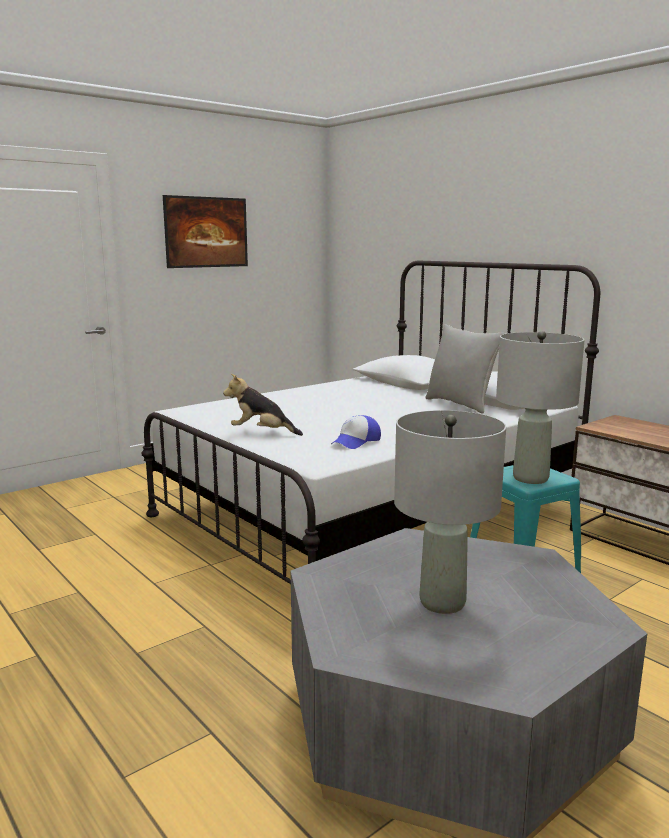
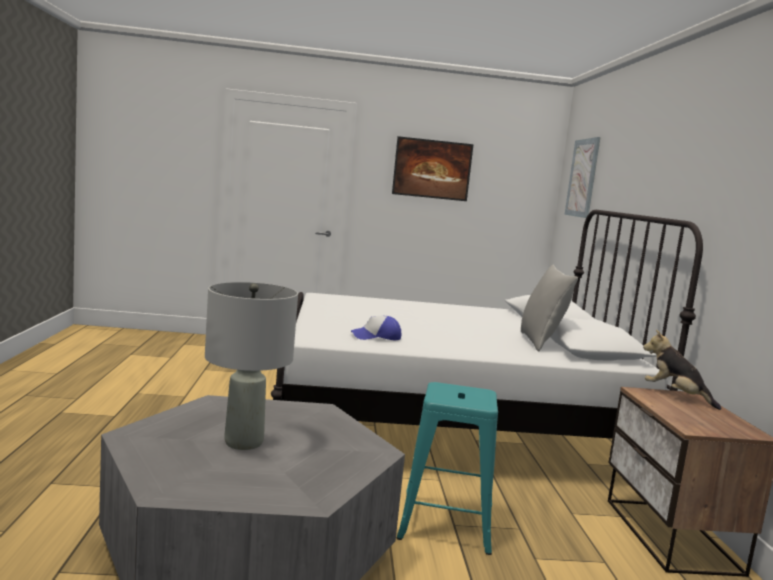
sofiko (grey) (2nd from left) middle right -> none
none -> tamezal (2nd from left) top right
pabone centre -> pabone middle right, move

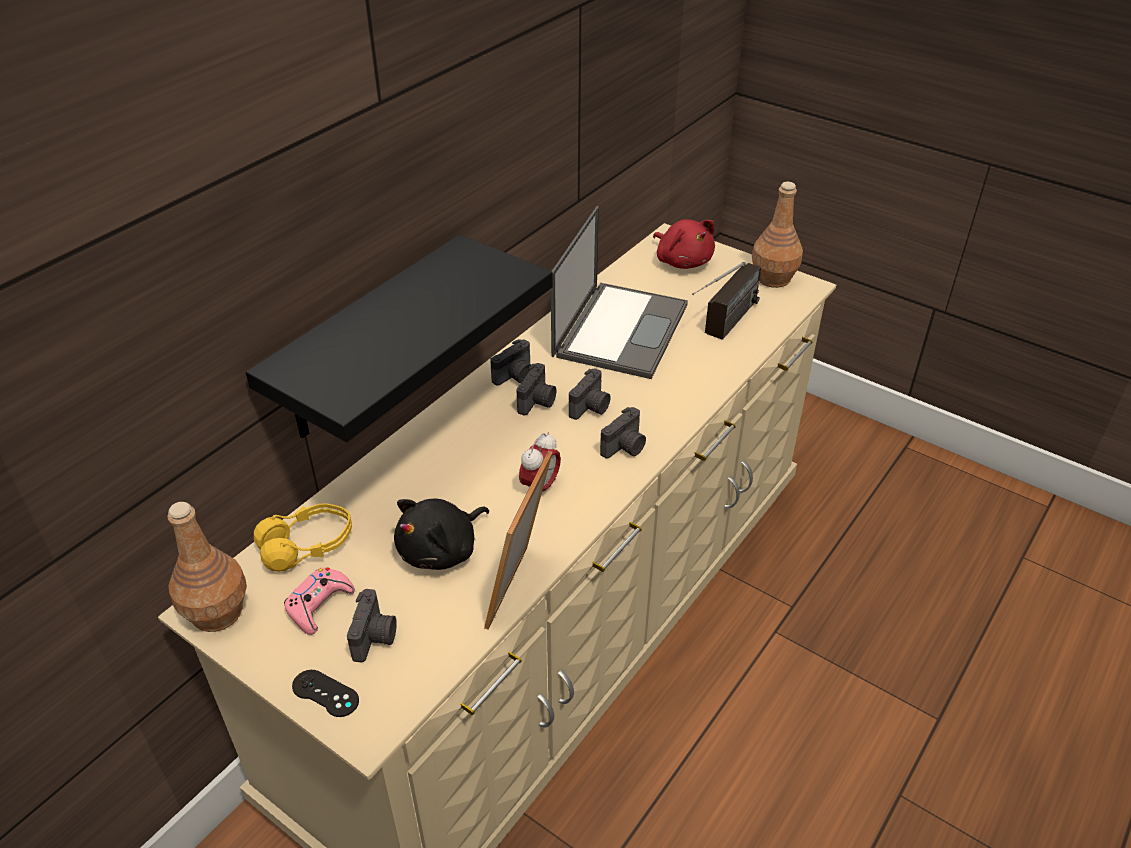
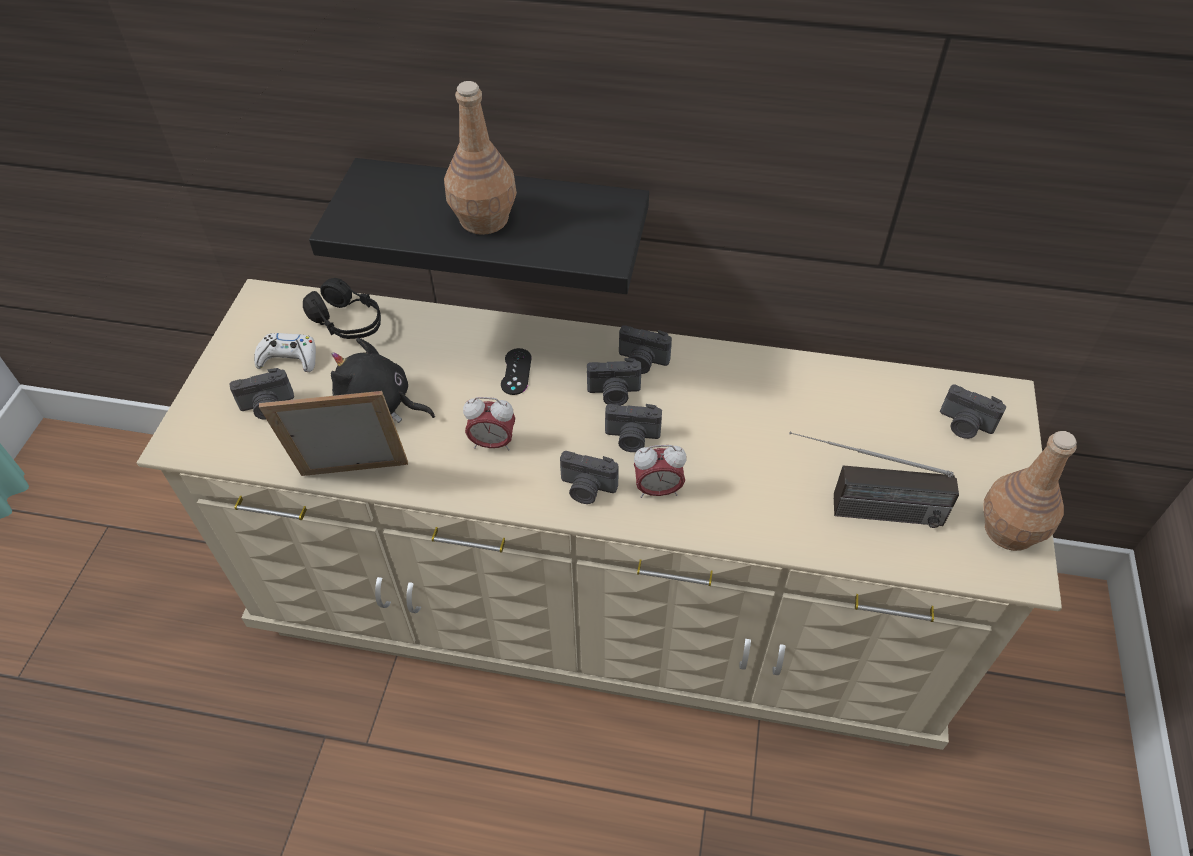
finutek centre -> none
none -> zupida (2nd from left) centre
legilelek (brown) (1st from left) bottom left -> legilelek (brown) (1st from left) top centre, move
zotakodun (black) bottom left -> zotakodun (black) centre, move
pabone (red) top centre -> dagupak (6th from left) middle right
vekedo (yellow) middle left -> vekedo (black) middle left
zotakodun (pink) bottom left -> zotakodun (white) middle left

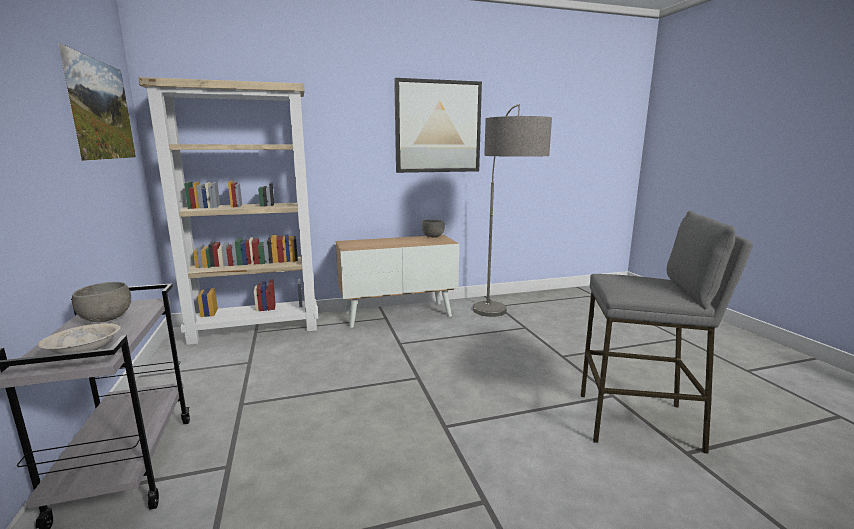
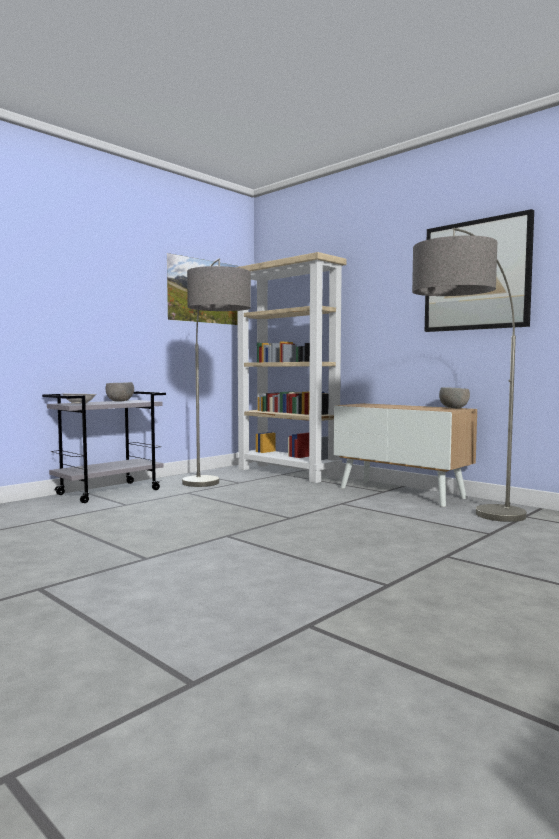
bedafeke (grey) middle right -> none
none -> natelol (1st from left) centre

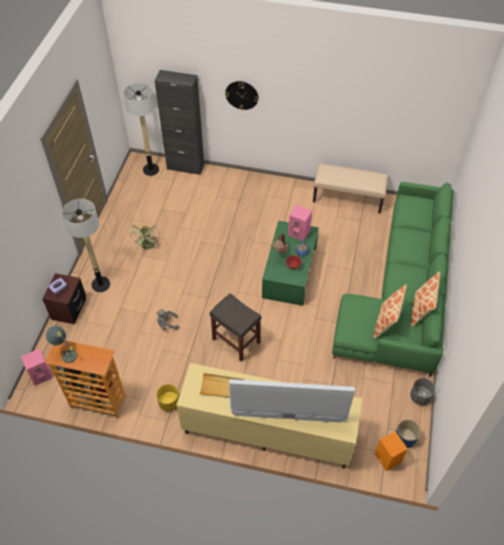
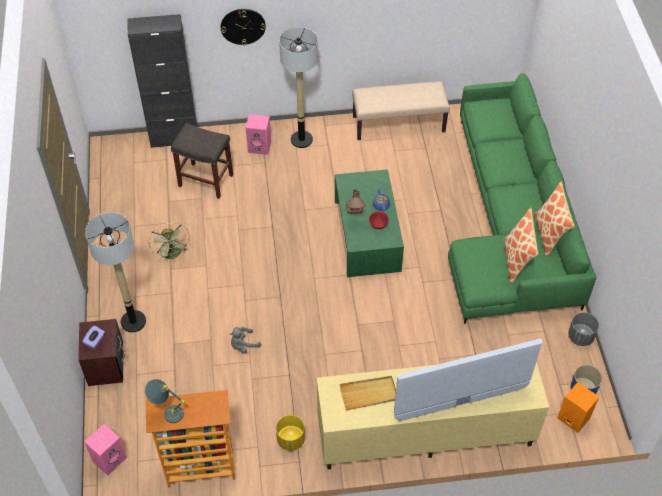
natelol (2nd from left) top left -> natelol (2nd from left) top centre, move
bedafeke (grey) centre -> bedafeke (grey) top left, move
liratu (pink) (2nd from left) centre -> liratu (pink) (2nd from left) top centre, move

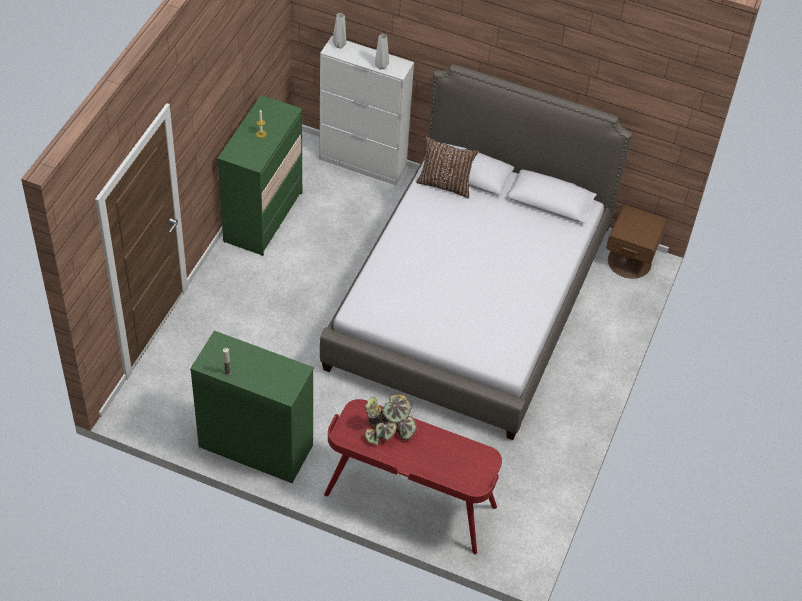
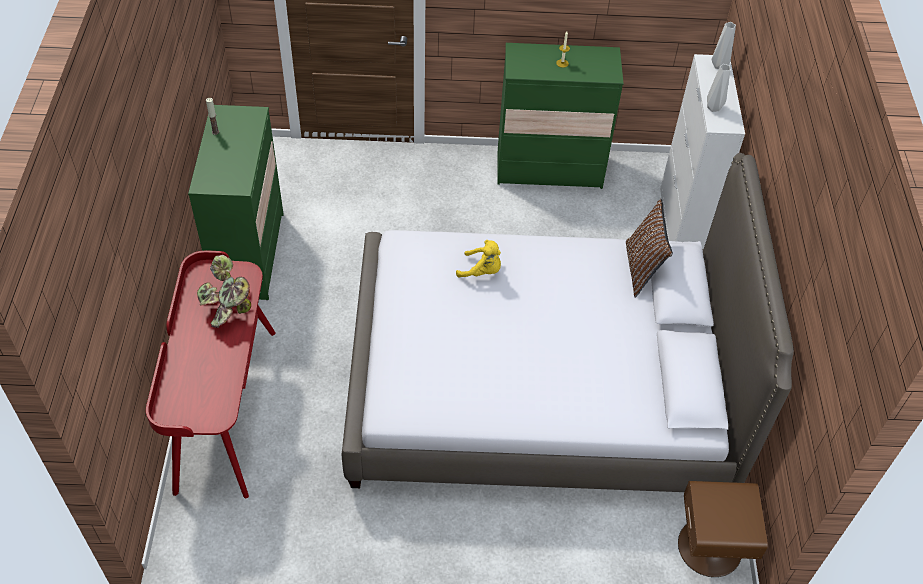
none -> pabone (yellow) centre

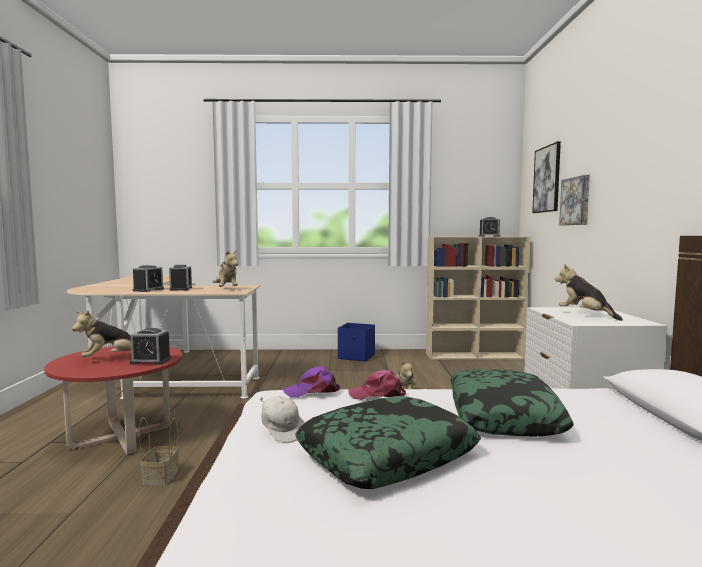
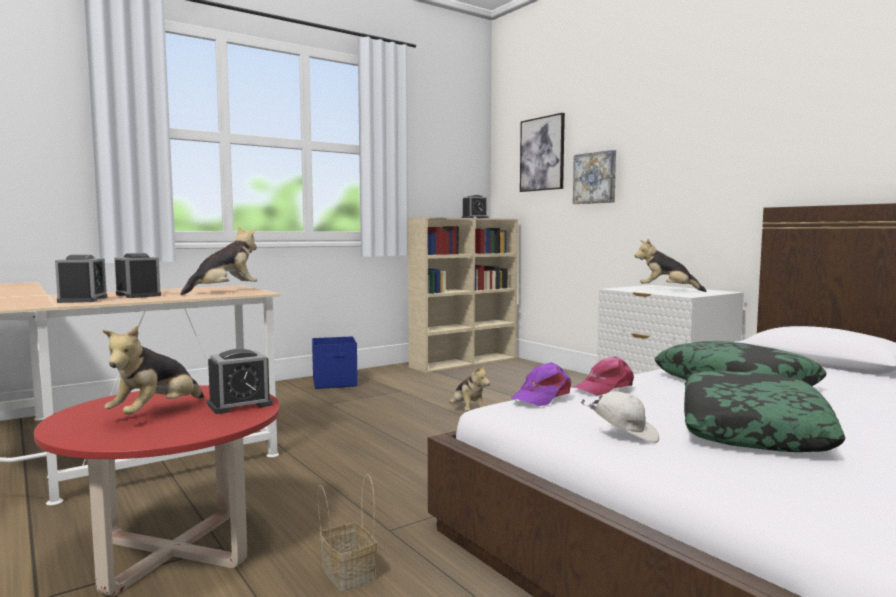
pabone (2nd from left) middle left, 75 degrees counterclockwise

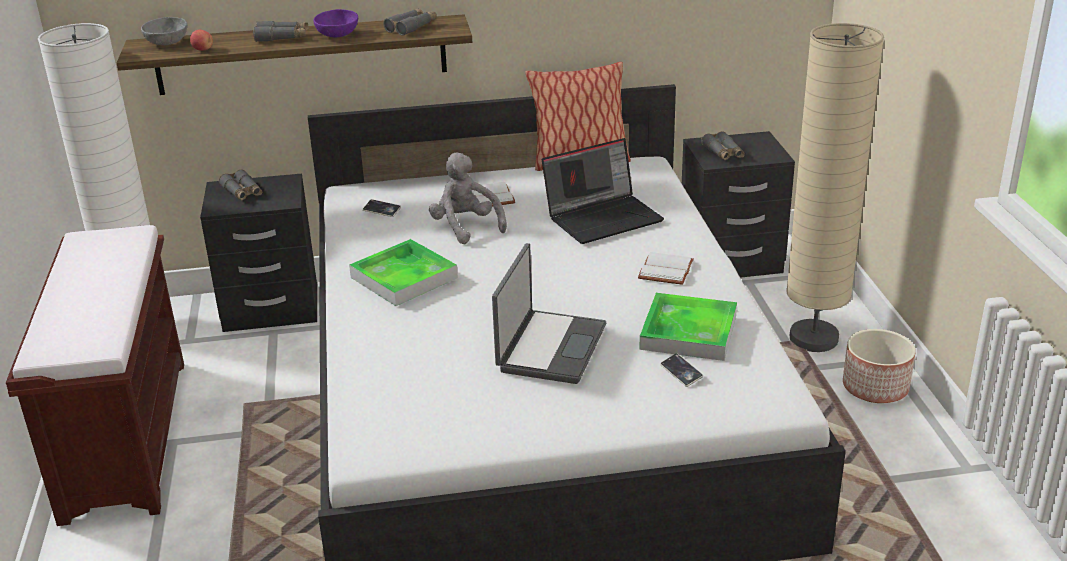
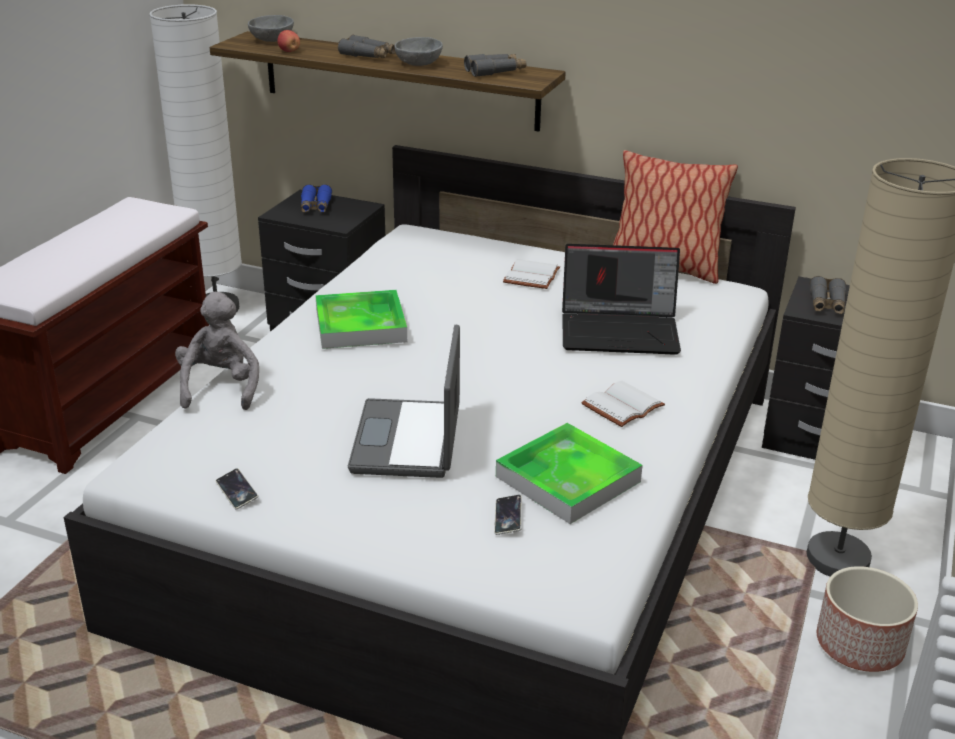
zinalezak (1st from left) centre -> zinalezak (1st from left) middle left, move
pabone (grey) centre -> pabone (grey) middle left, move
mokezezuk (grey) (1st from left) top left -> mokezezuk (blue) top left
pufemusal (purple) top left -> pufemusal (grey) (2nd from left) top centre
finutek (1st from left) centre, 135 degrees clockwise

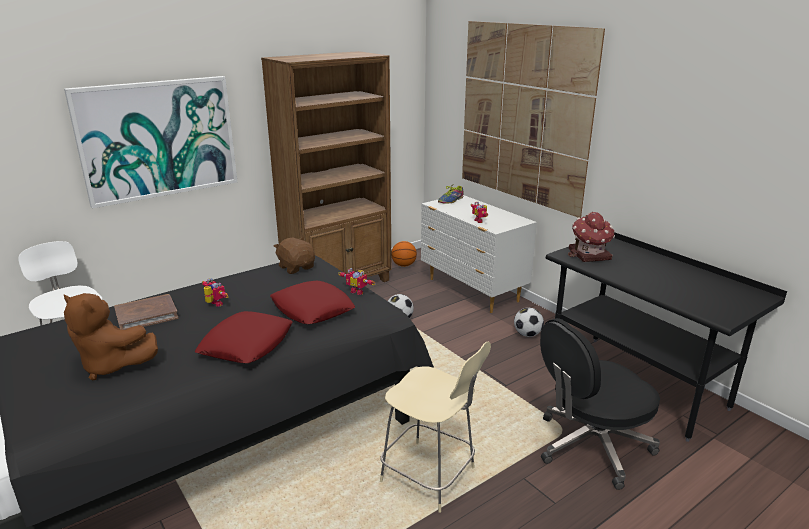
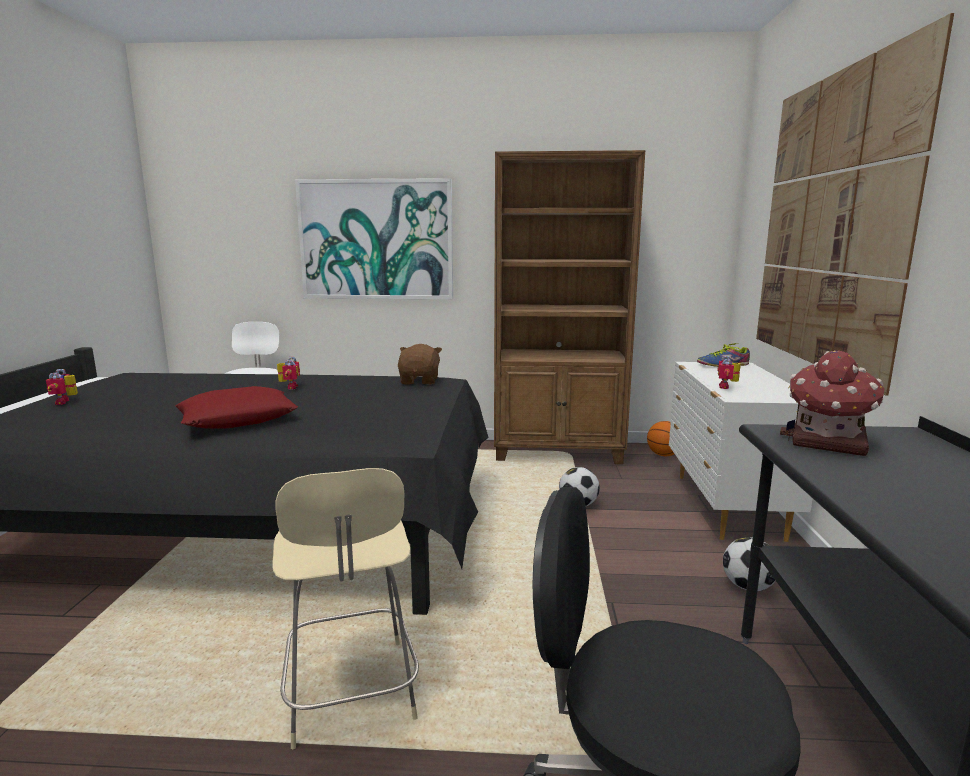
pabone (brown) (1st from left) middle left -> none
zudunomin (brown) middle left -> none
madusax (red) (2nd from left) centre -> none
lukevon (2nd from left in the first image) centre -> lukevon (1st from left) middle left, move

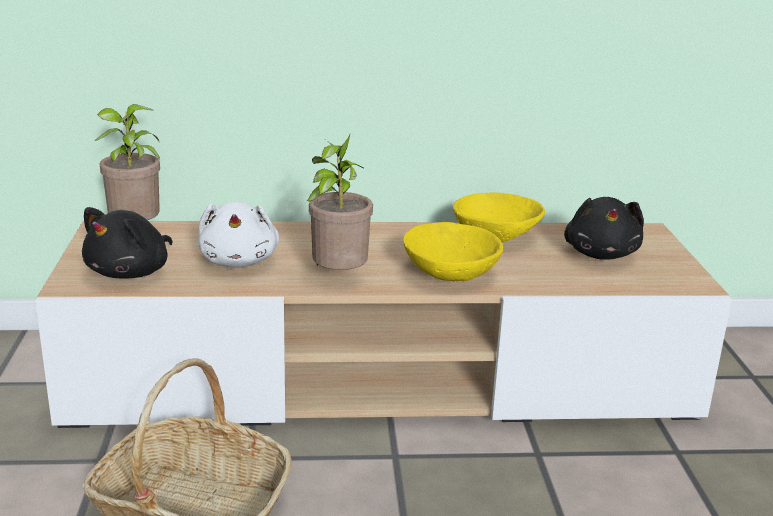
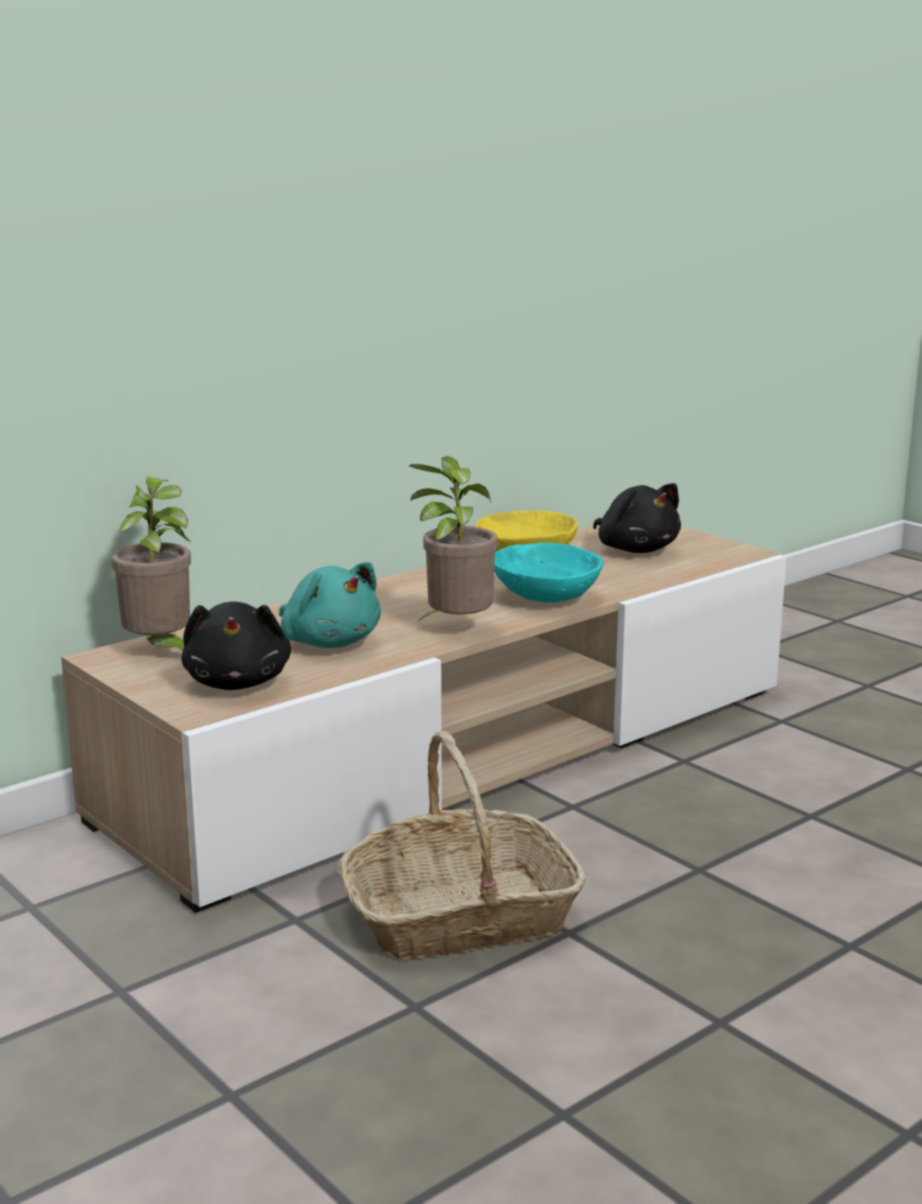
pabone (white) middle left -> pabone (turquoise) centre
pufemusal (yellow) (1st from left) centre -> pufemusal (turquoise) centre

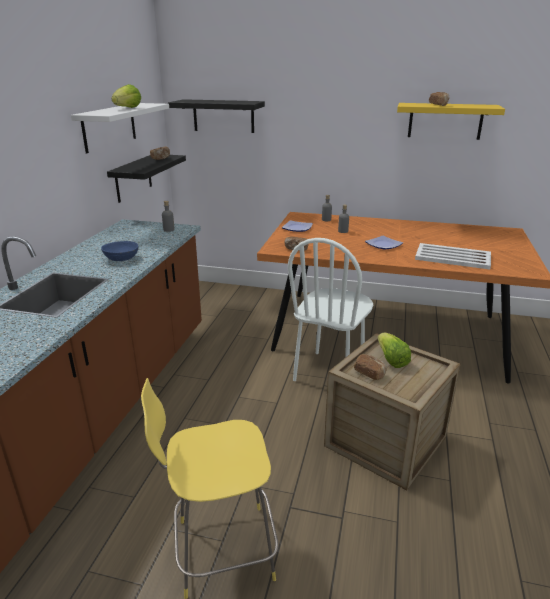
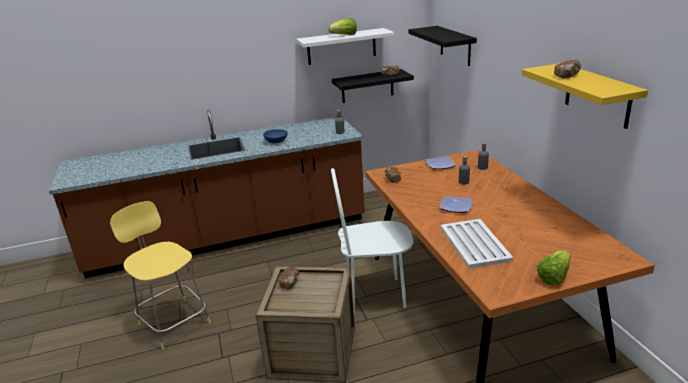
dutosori (2nd from left) middle right -> dutosori (2nd from left) bottom right, move

